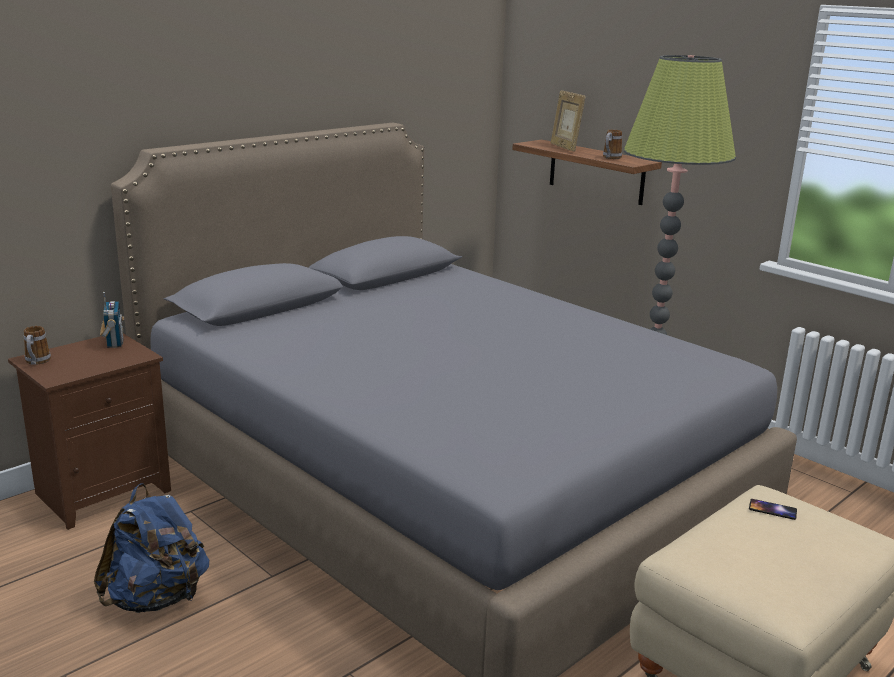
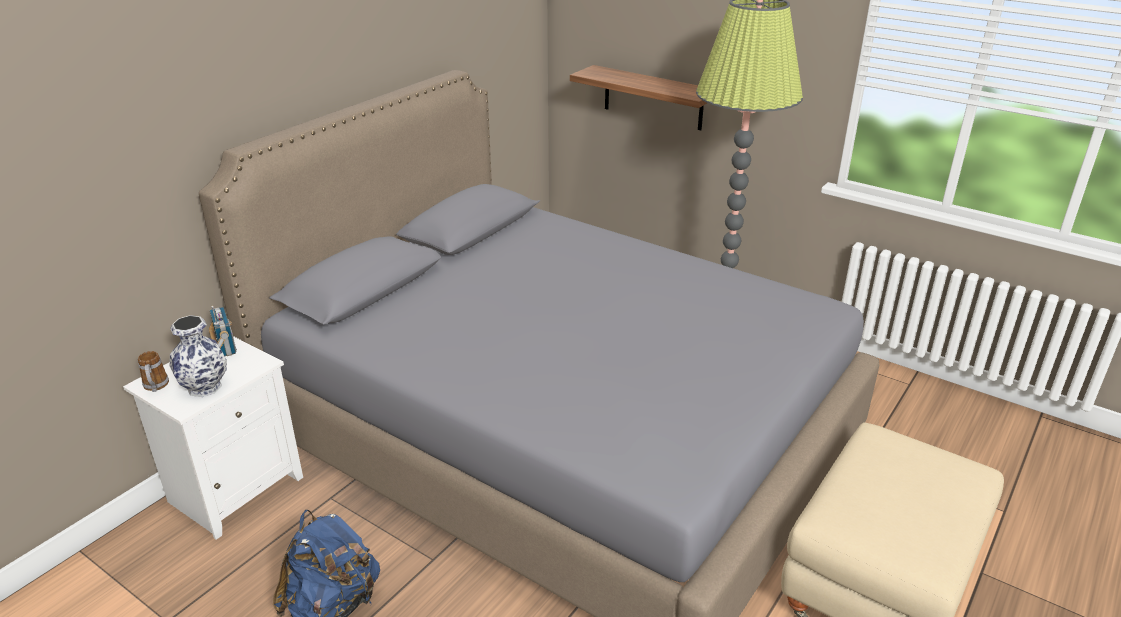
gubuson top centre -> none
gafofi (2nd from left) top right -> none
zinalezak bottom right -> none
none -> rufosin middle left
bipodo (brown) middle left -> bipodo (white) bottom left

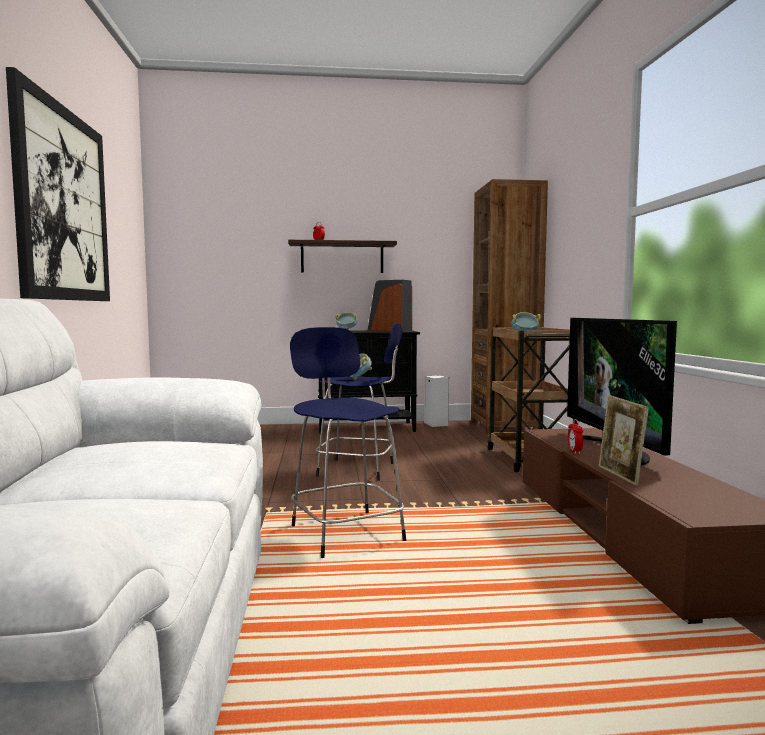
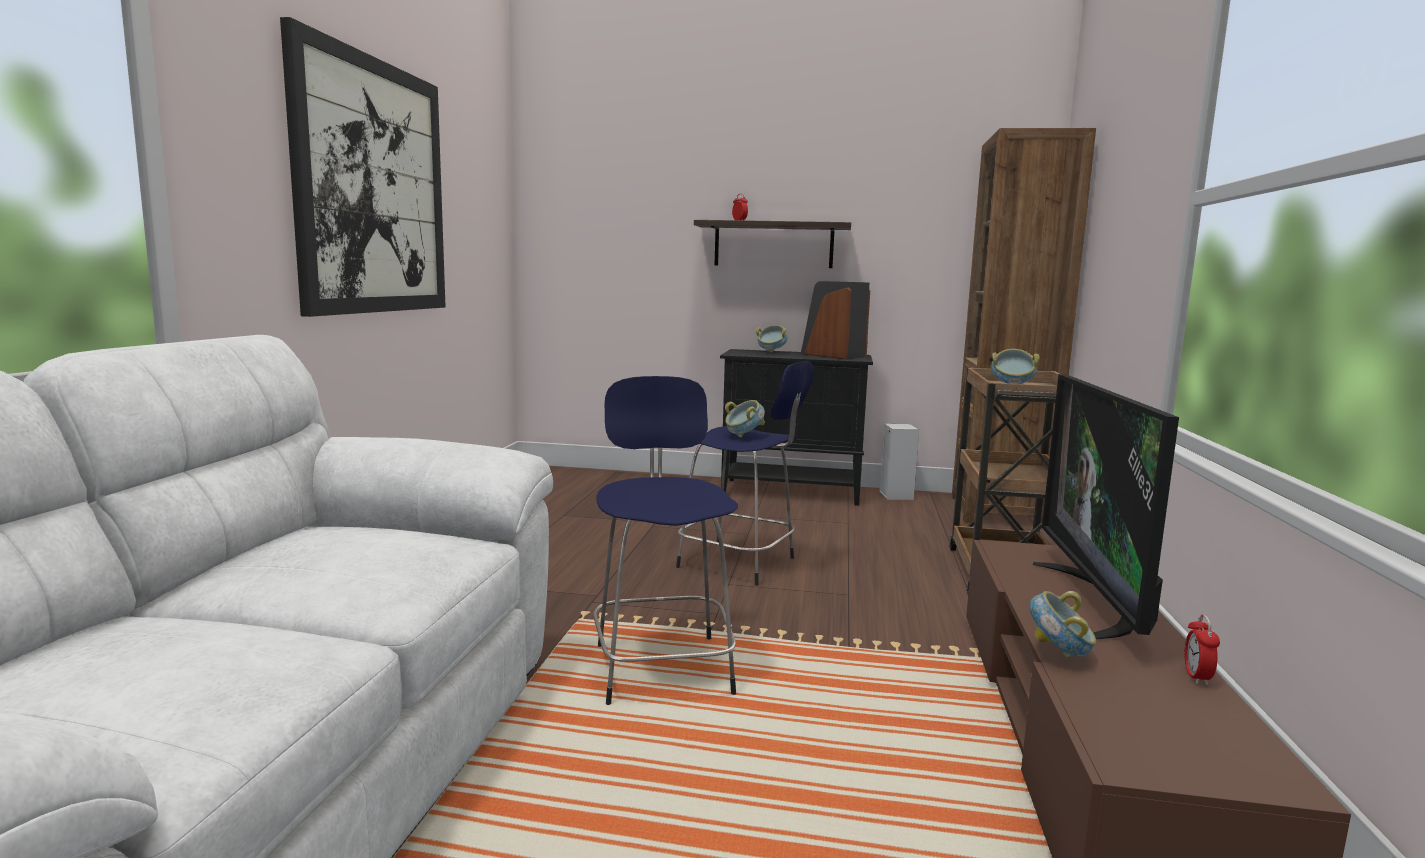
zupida (2nd from left) middle right -> zupida (2nd from left) bottom right, move
gubuson middle right -> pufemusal (4th from left) bottom right

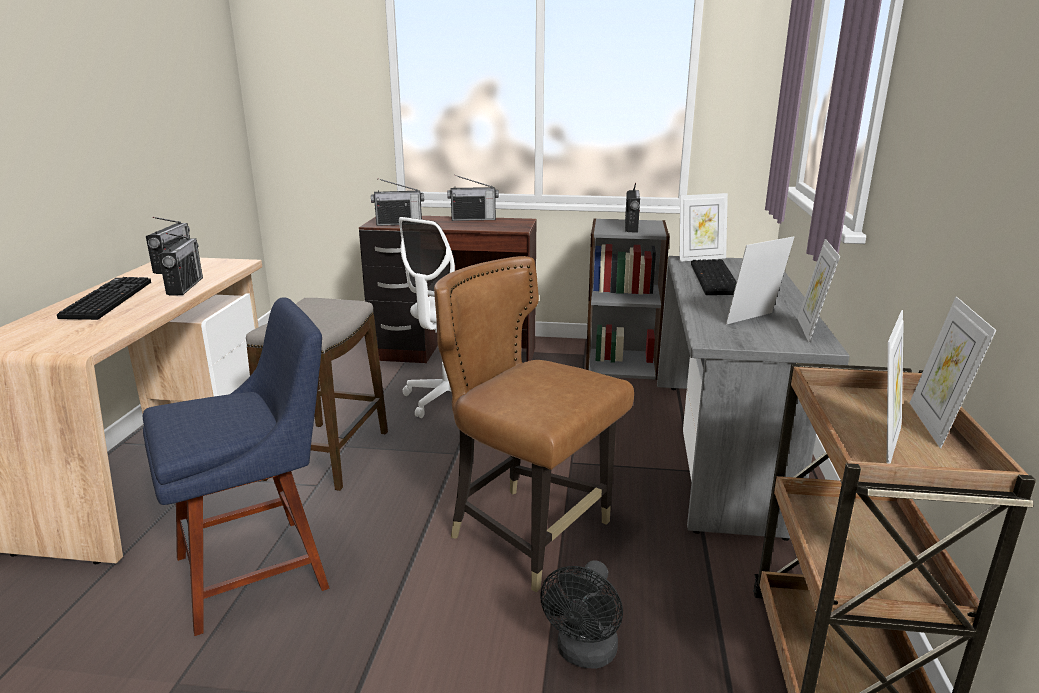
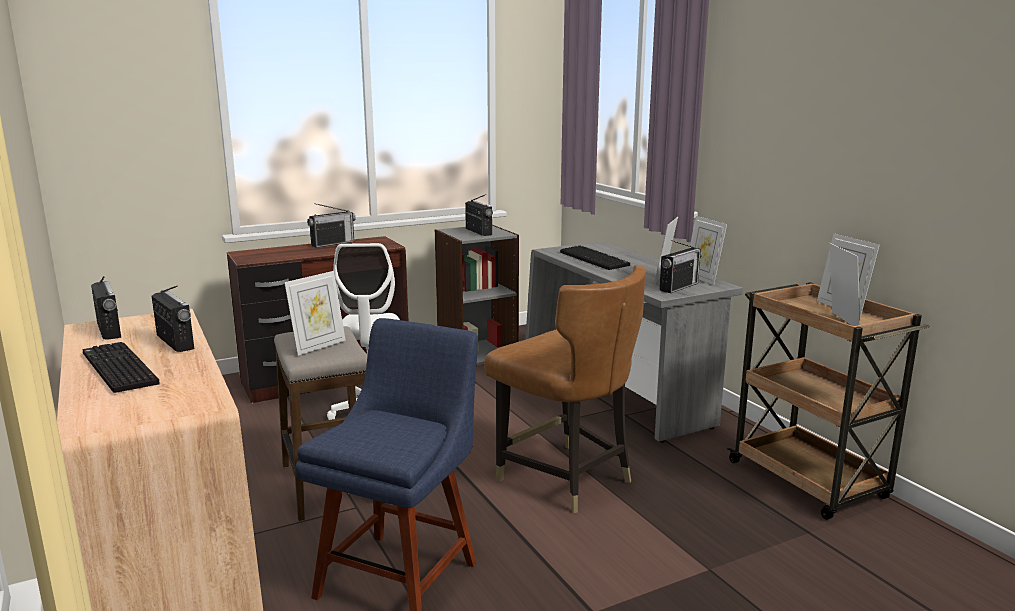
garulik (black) bottom centre -> none
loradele (3rd from left in the first image) top centre -> loradele (5th from left) middle right, move
gubuson (1st from left) top right -> gubuson (1st from left) middle left, move
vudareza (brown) centre, 135 degrees counterclockwise

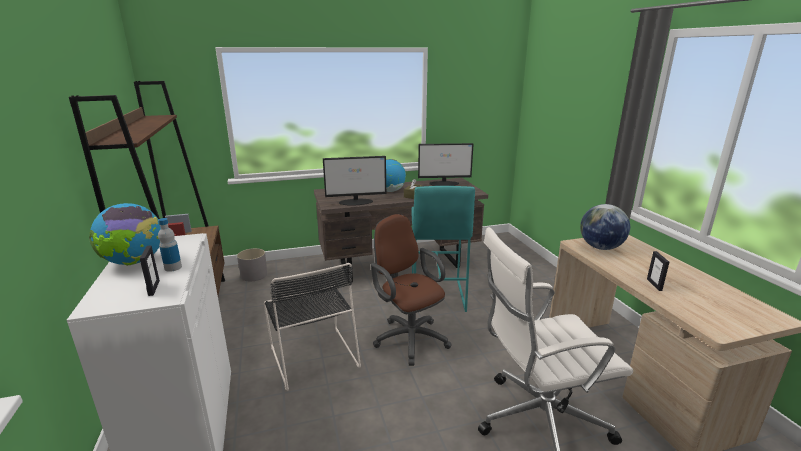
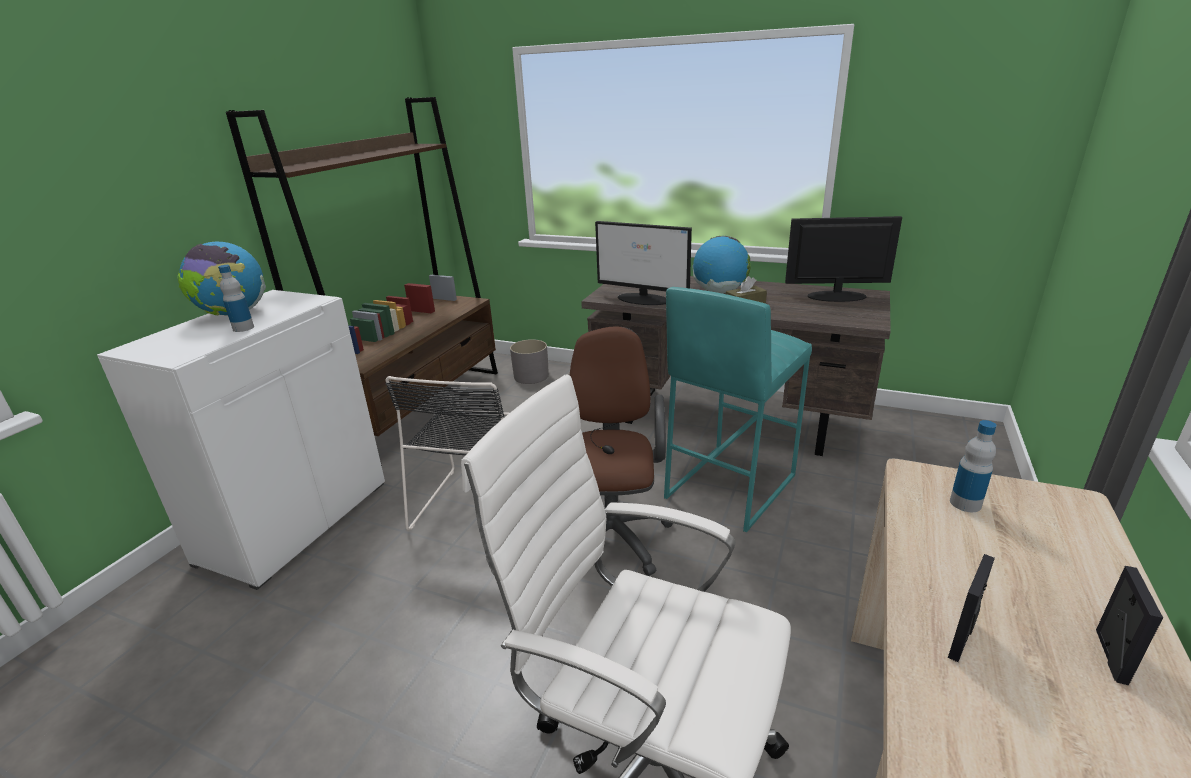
gubuson (1st from left in the first image) middle left -> gubuson (2nd from left) bottom right, move
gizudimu (3rd from left) middle right -> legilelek (2nd from left) middle right
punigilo (2nd from left) centre -> punigilo (2nd from left) top right, 150 degrees clockwise

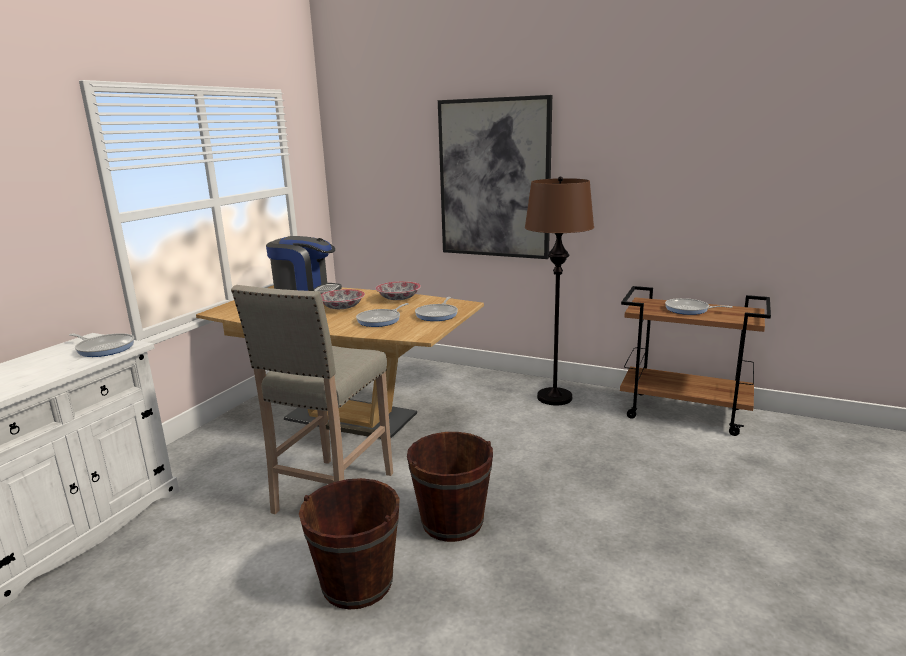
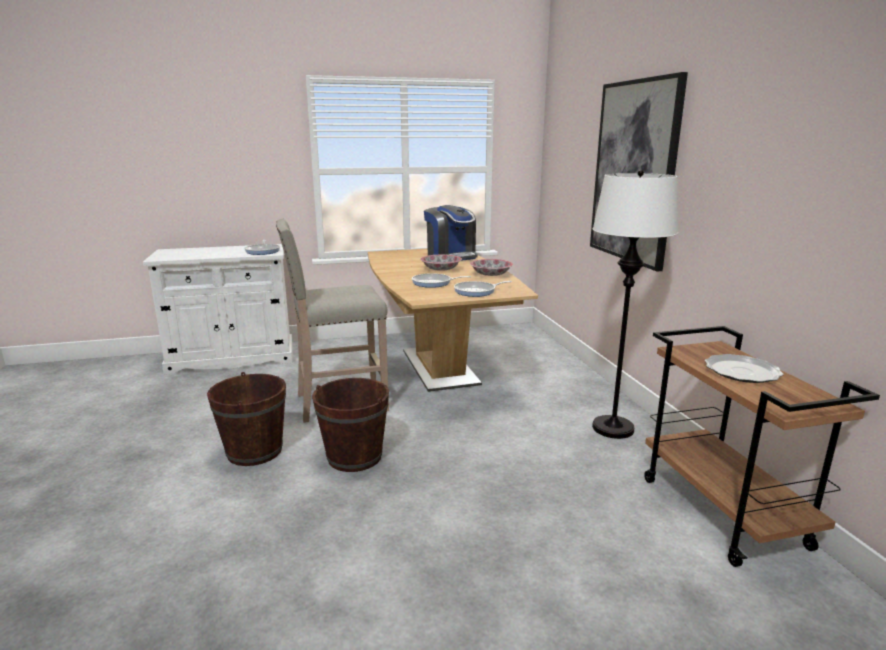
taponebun (4th from left) middle right -> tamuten middle right
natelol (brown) centre -> natelol (white) middle right

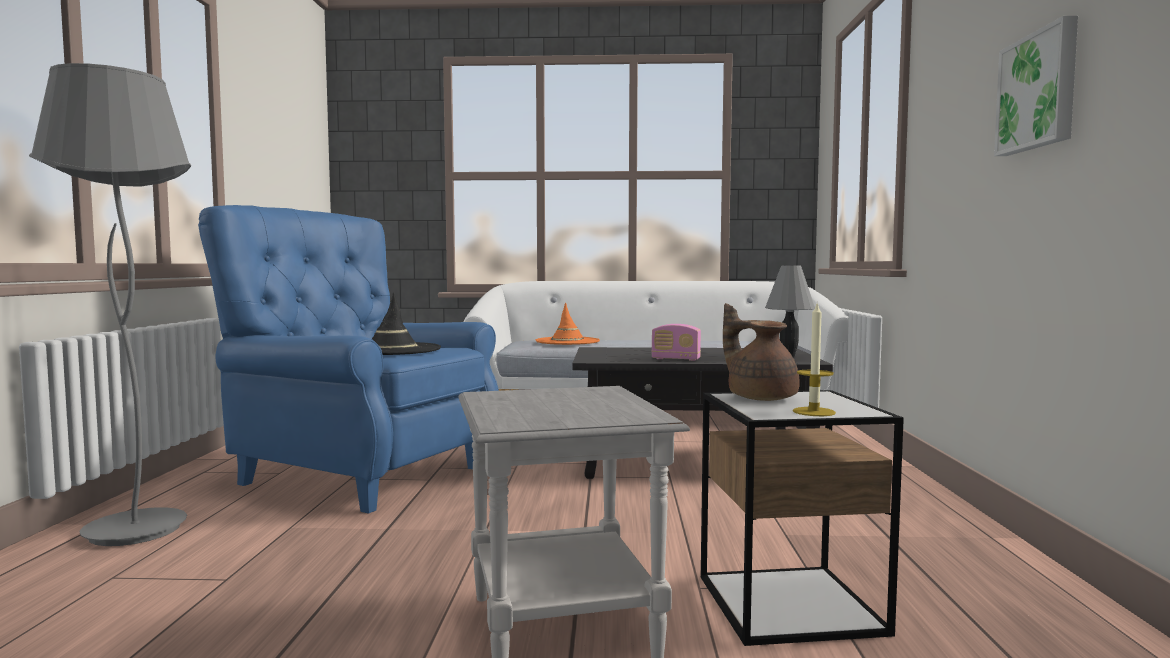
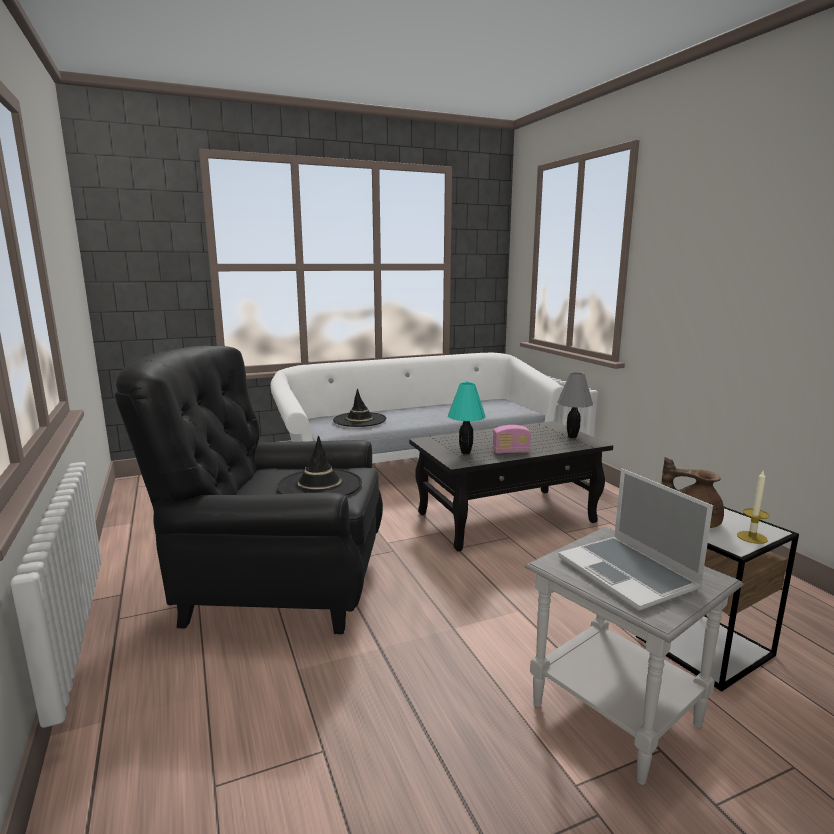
natelol (grey) middle left -> none
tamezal top right -> none
none -> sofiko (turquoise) centre
none -> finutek middle right
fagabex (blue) middle left -> fagabex (black) middle left
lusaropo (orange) centre -> lusaropo (black) (2nd from left) centre

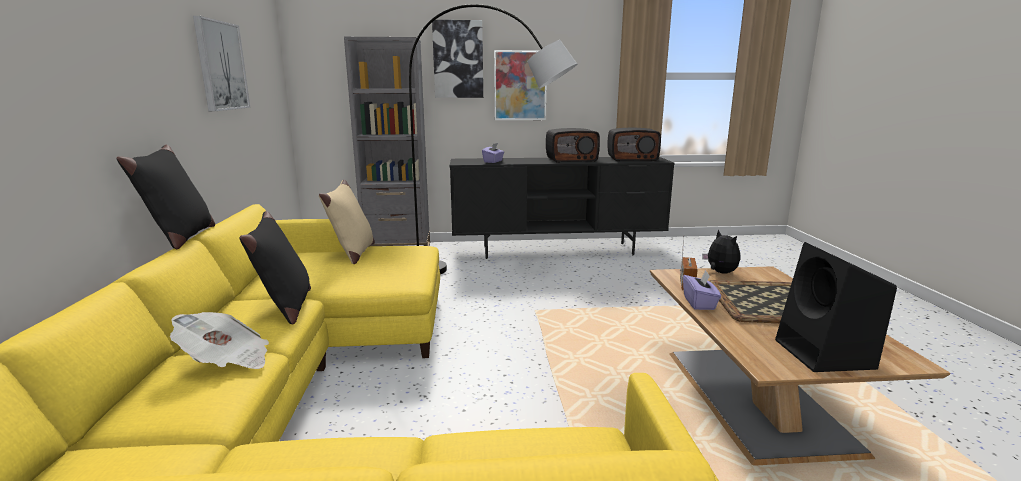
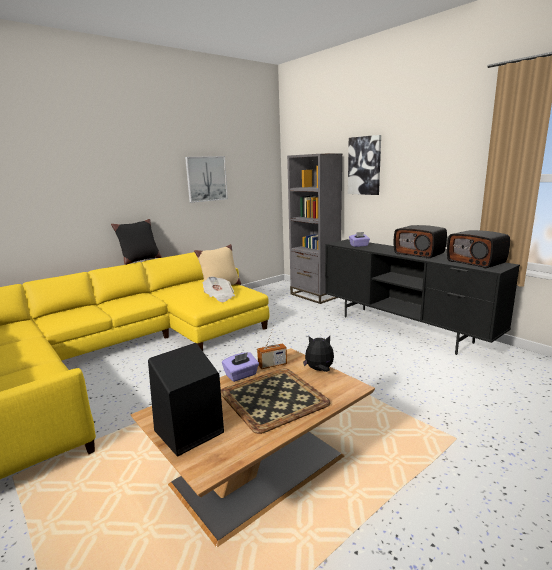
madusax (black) (2nd from left) middle left -> none
natelol (grey) top centre -> none
tamezal (3rd from left) top centre -> none
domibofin bottom left -> domibofin centre, move
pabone middle right -> pabone centre, 120 degrees counterclockwise

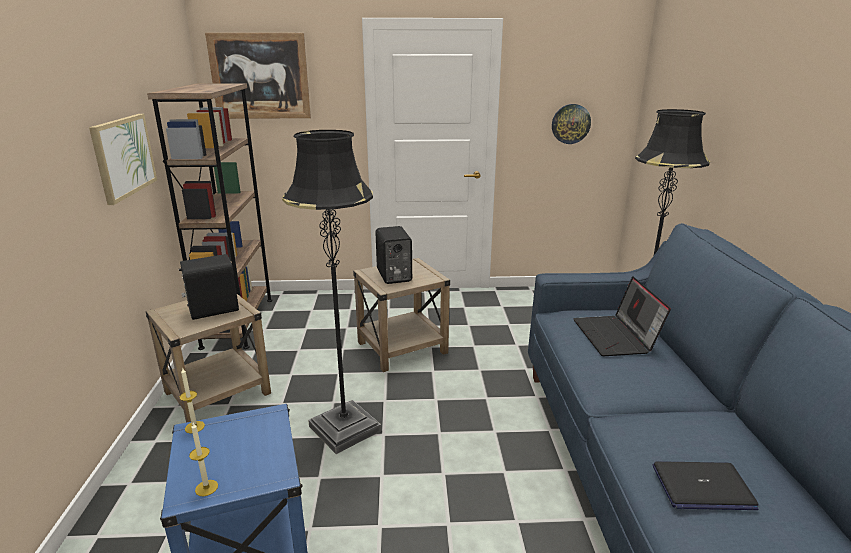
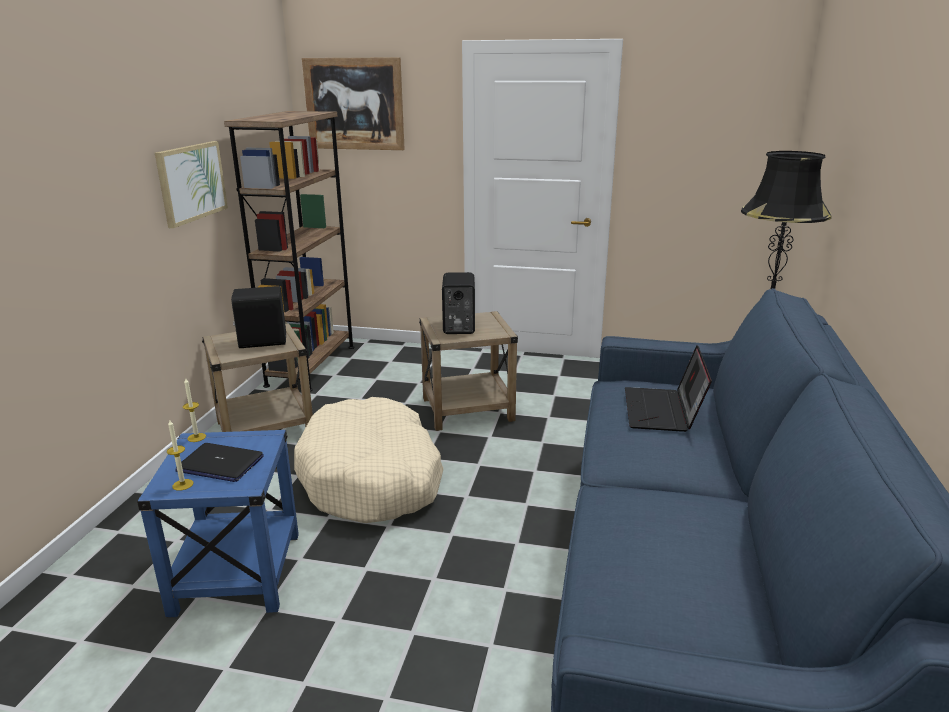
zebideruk top right -> none
finutek (2nd from left in the first image) bottom right -> finutek (1st from left) middle left, move
natelol (black) (1st from left) centre -> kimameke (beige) centre

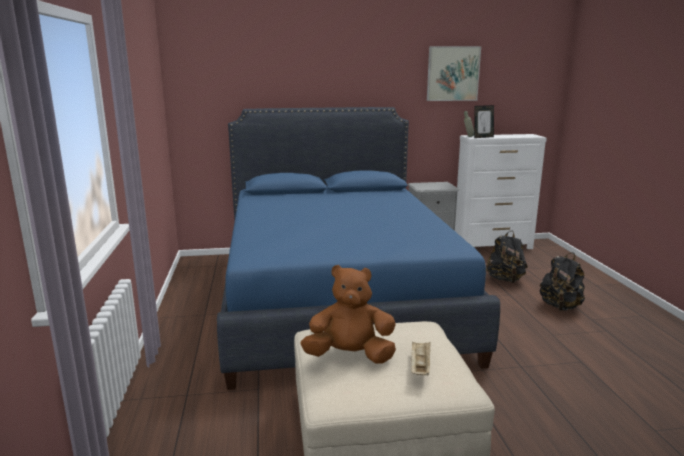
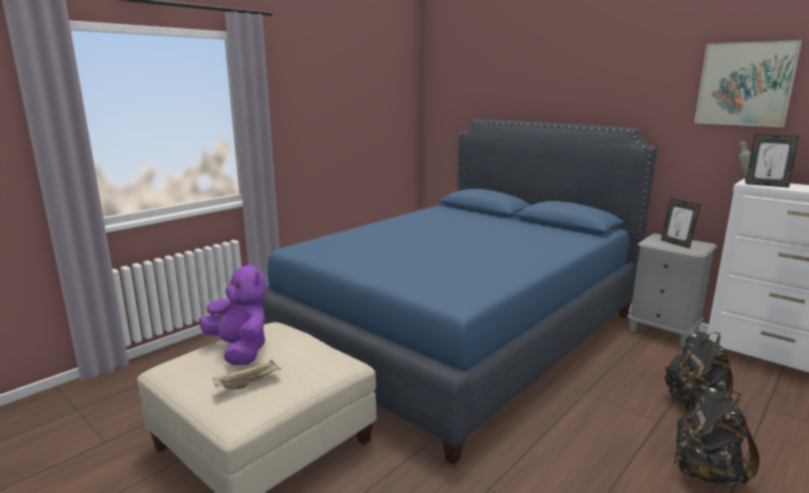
none -> gubuson (1st from left) middle right
pabone (brown) bottom centre -> pabone (purple) middle left

